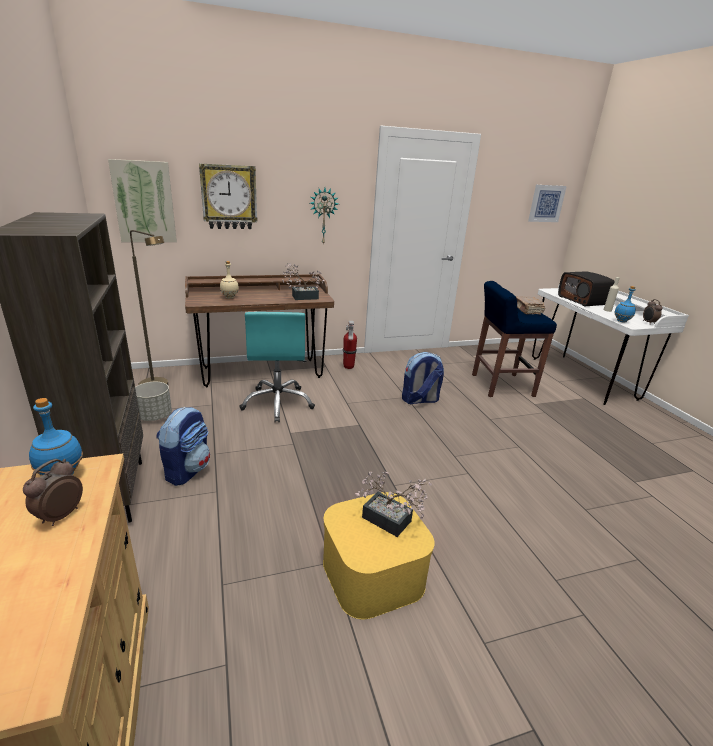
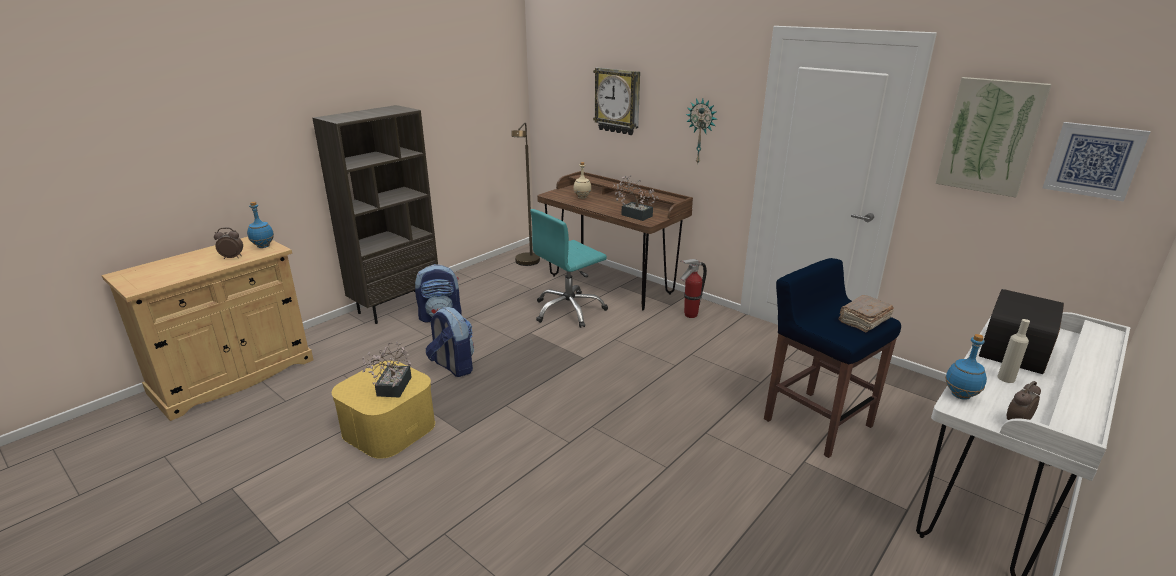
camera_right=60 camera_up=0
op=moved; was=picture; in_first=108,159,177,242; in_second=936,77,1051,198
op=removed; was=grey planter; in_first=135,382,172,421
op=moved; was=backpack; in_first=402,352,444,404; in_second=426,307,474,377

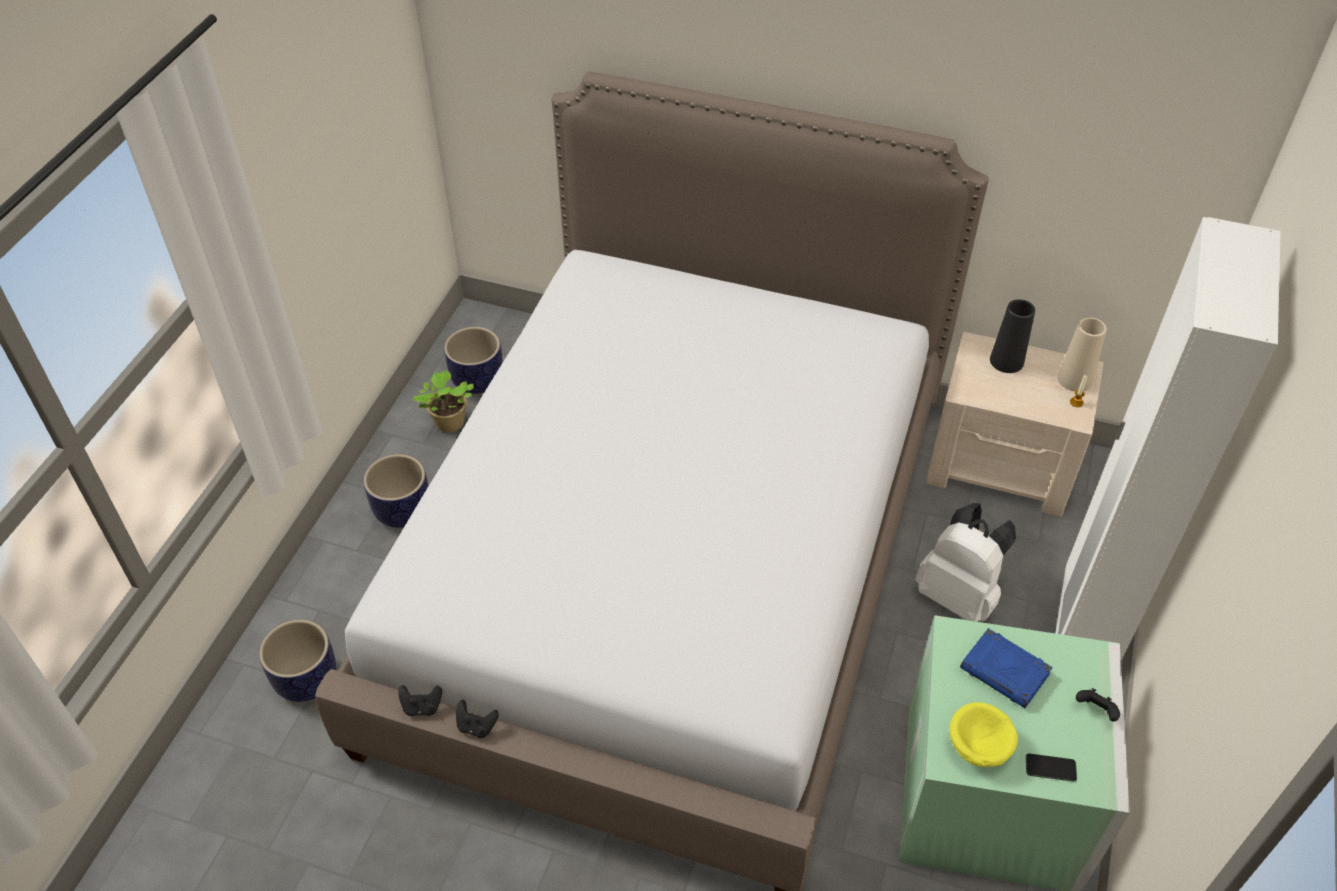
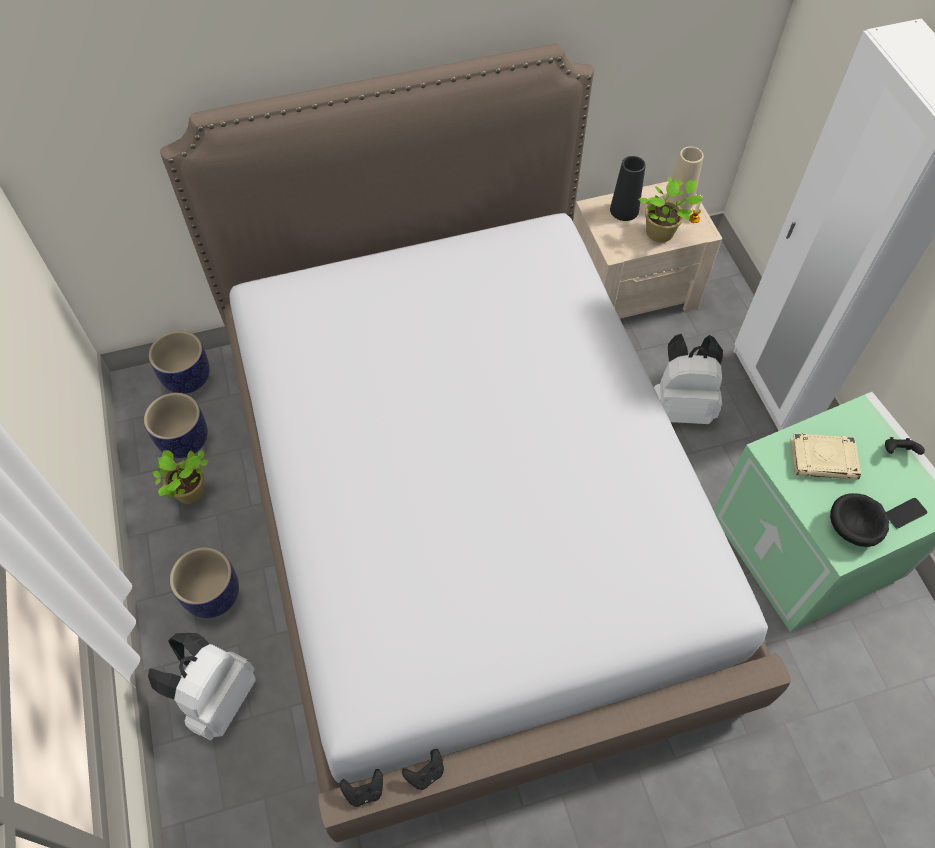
camera_right=-35 camera_up=10
op=moved; was=planter; in_first=259,620,336,702; in_second=149,331,210,394
op=moved; was=black game controller; in_first=456,700,499,738; in_second=340,769,383,807
op=recoloured; was=yellow bowl; now=black bowl; in_first=950,702,1018,767; in_second=830,493,889,547
op=recoloured; was=blue book; now=beige book; in_first=960,628,1053,708; in_second=790,433,861,480
op=added; now=white backpack; in_second=148,633,256,740
op=added; now=potted plant; in_second=638,177,703,243

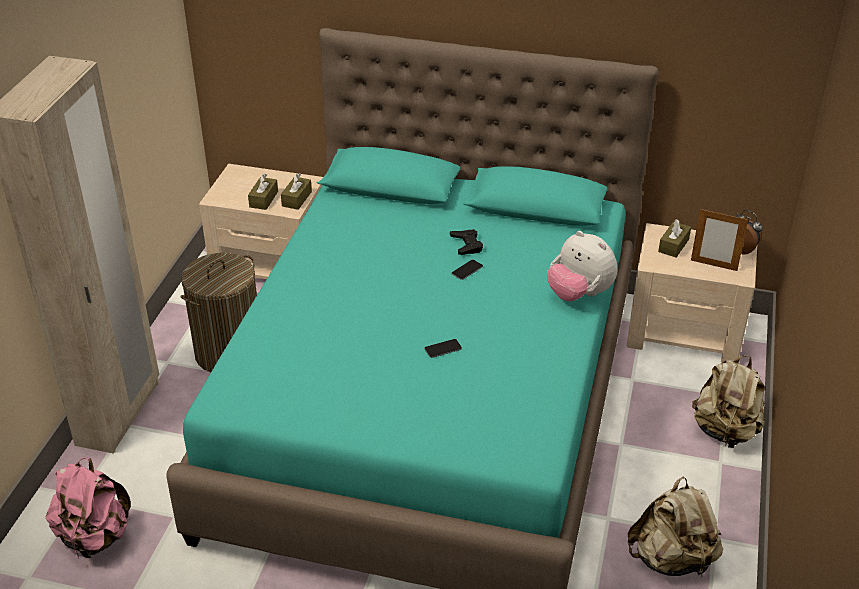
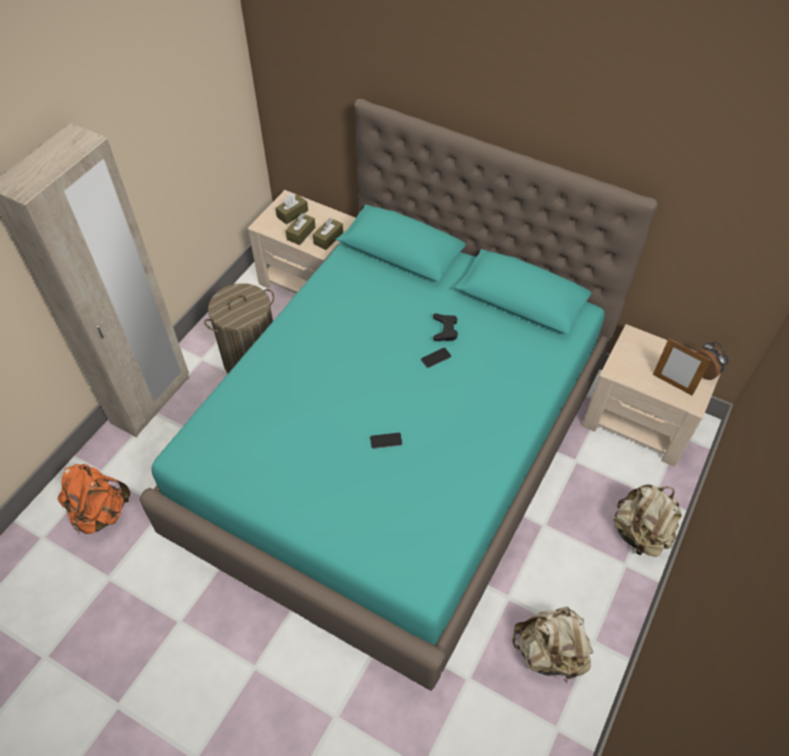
camera_right=15 camera_up=15
op=recoloured; was=pink backpack; now=orange backpack; in_first=46,457,131,558; in_second=58,464,130,534
op=removed; was=plush toy; in_first=547,231,617,301
op=moved; was=brown tissue box; in_first=658,219,691,257; in_second=275,193,308,225

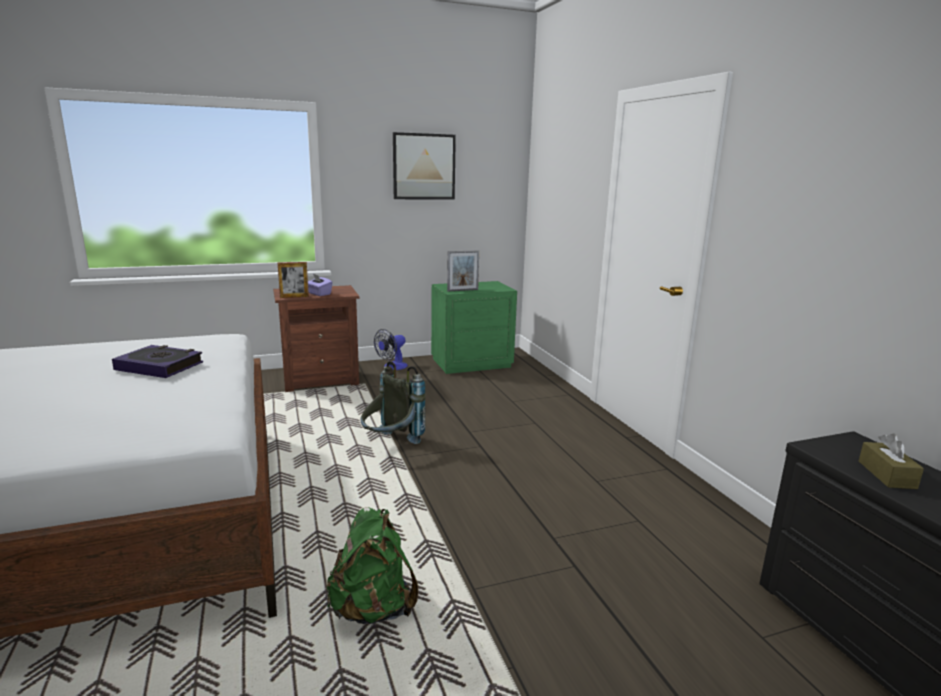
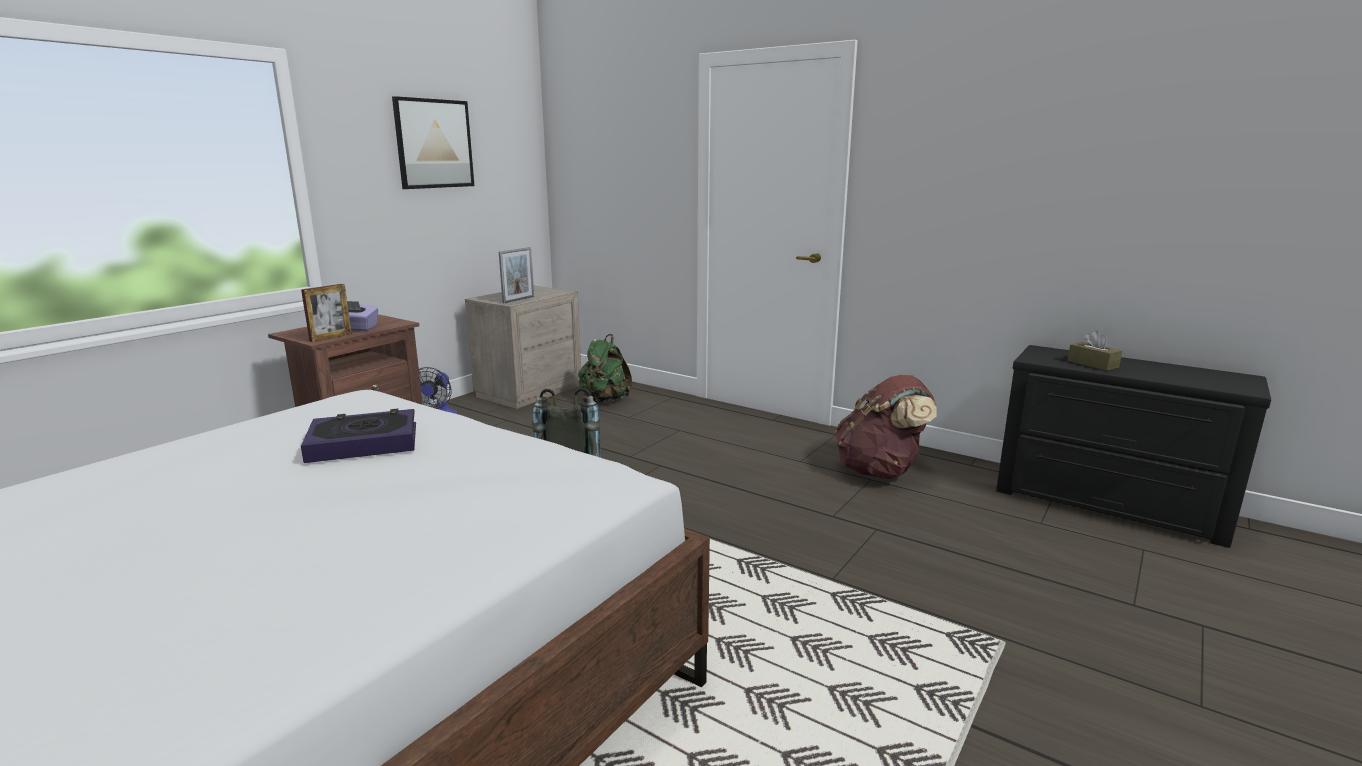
camera_right=-35 camera_up=0
op=moved; was=green backpack; in_first=327,507,418,624; in_second=578,334,632,403
op=recoloured; was=green nightstand; now=beige nightstand; in_first=431,281,517,374; in_second=465,286,581,409
op=added; now=brown backpack; in_second=835,375,937,479

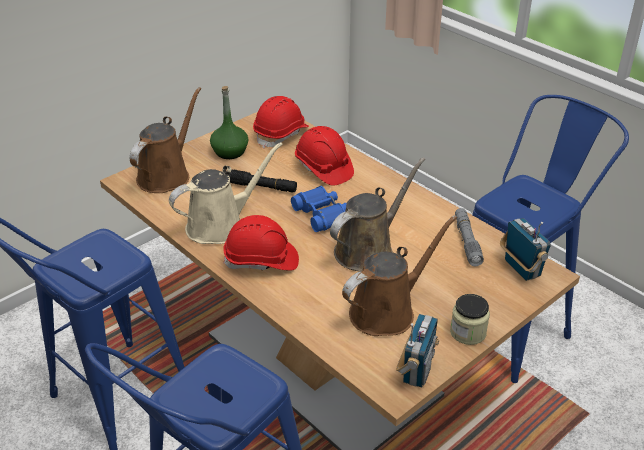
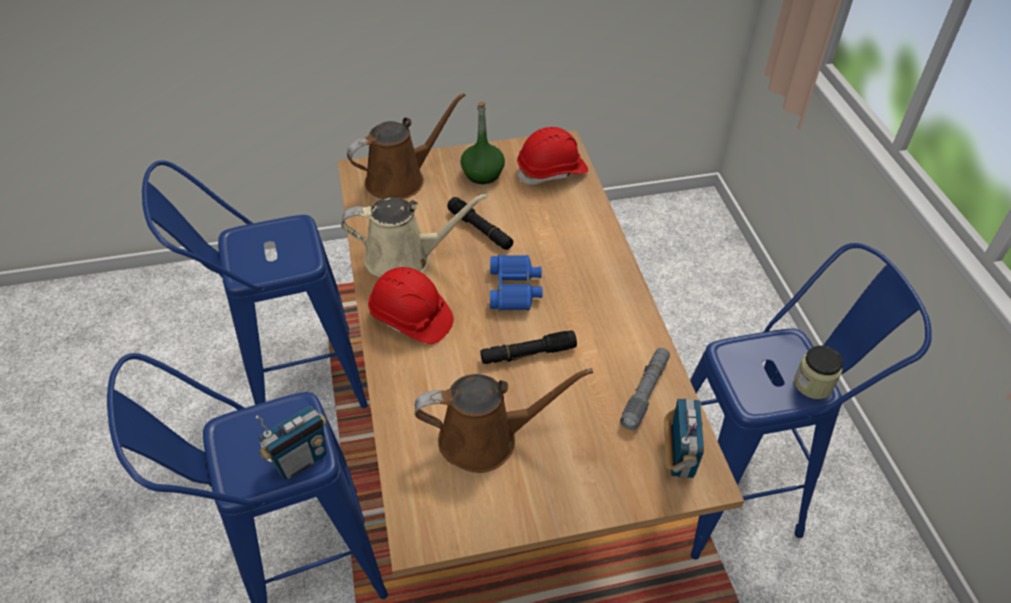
camera_right=30 camera_up=10
op=removed; was=red hard hat; in_first=295,126,354,185
op=replaced; was=brown watering can; now=black flashlight; in_first=330,158,425,271; in_second=480,330,577,364
op=moved; was=radio; in_first=396,314,439,387; in_second=256,406,327,480
op=moved; was=jar; in_first=450,294,490,345; in_second=794,345,843,399

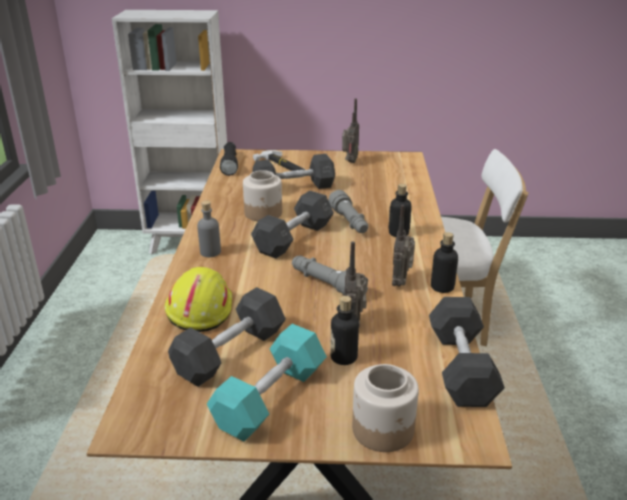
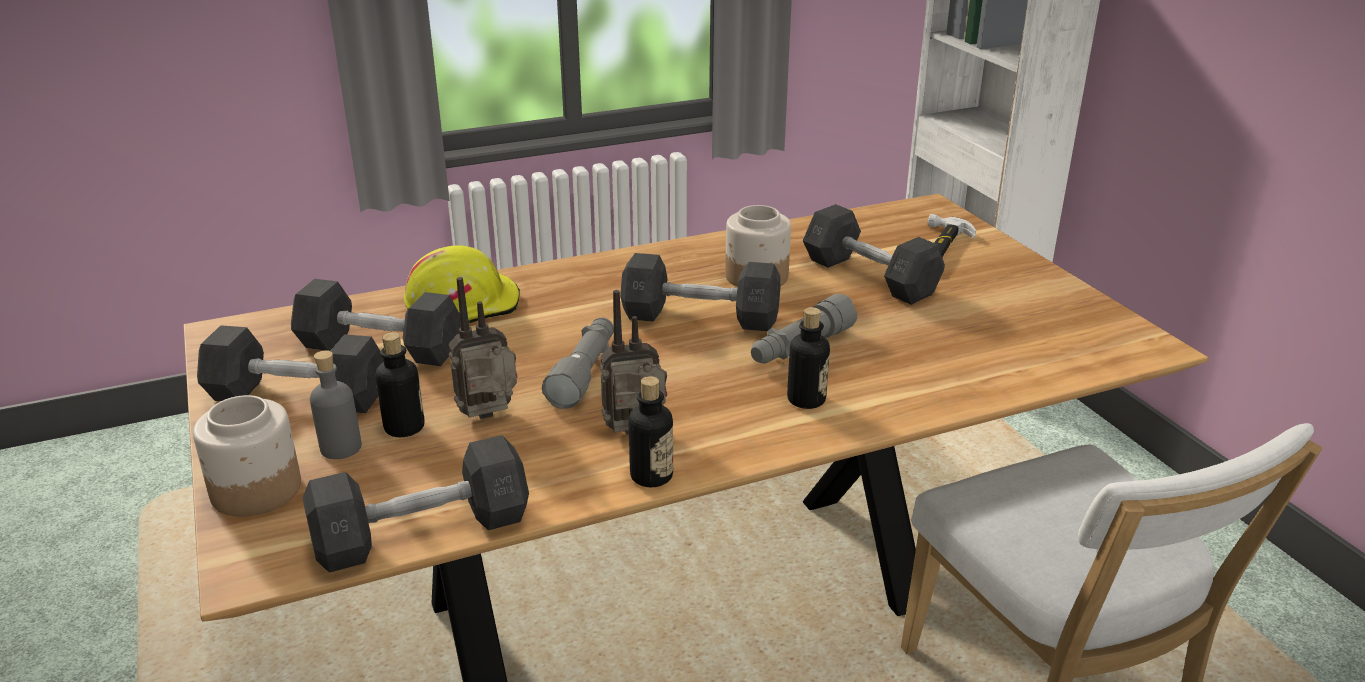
camera_right=65 camera_up=0
op=moved; was=grey bottle; in_first=197,201,221,257; in_second=310,350,362,459
op=recoloured; was=turquoise dumbbell; now=grey dumbbell; in_first=207,324,327,441; in_second=197,325,384,413
op=removed; was=black flashlight; in_first=220,142,238,176
op=removed; was=radio; in_first=342,98,359,163

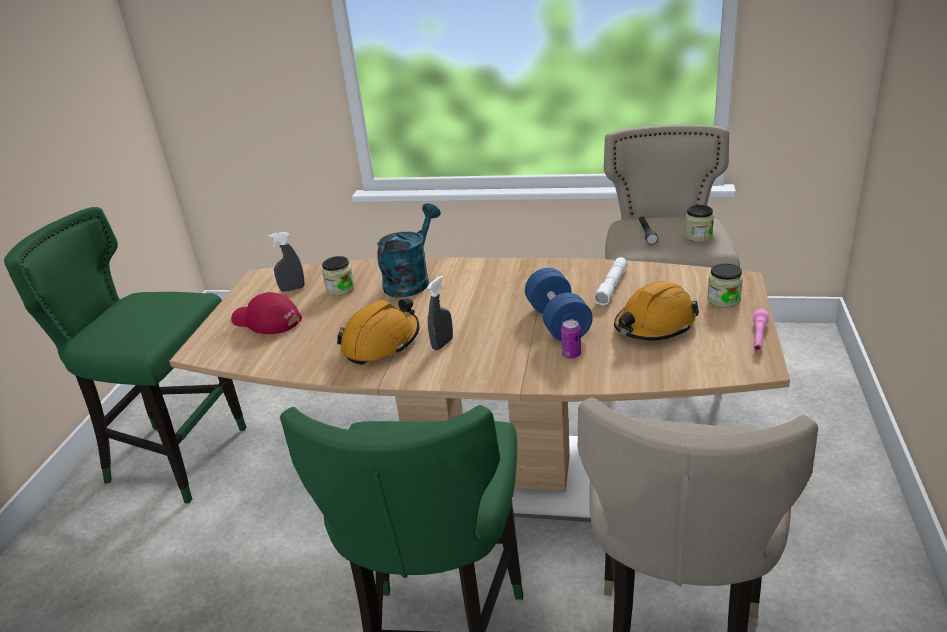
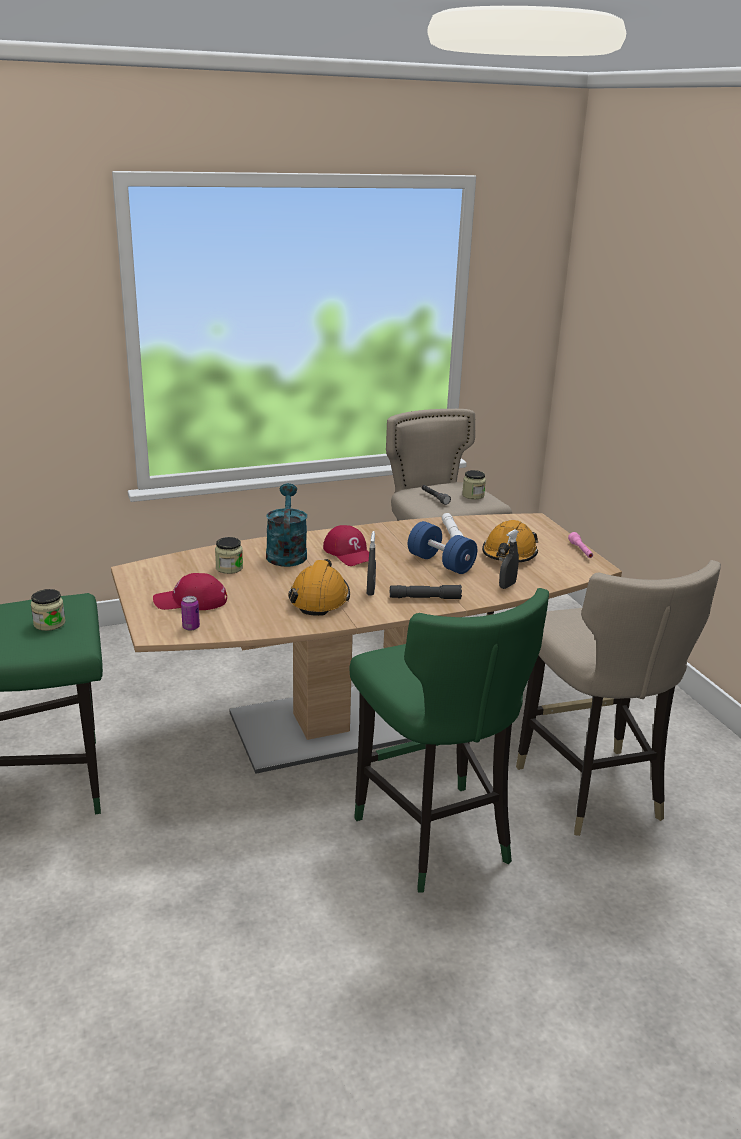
camera_right=-35 camera_up=-5
op=moved; was=grey spray bottle; in_first=269,232,305,292; in_second=499,529,519,589
op=moved; was=can; in_first=561,320,581,359; in_second=181,596,200,631
op=moved; was=jar; in_first=707,263,743,308; in_second=31,589,65,631
op=added; now=red cap; in_second=323,525,369,566
op=added; now=grey flashlight; in_second=390,585,462,599

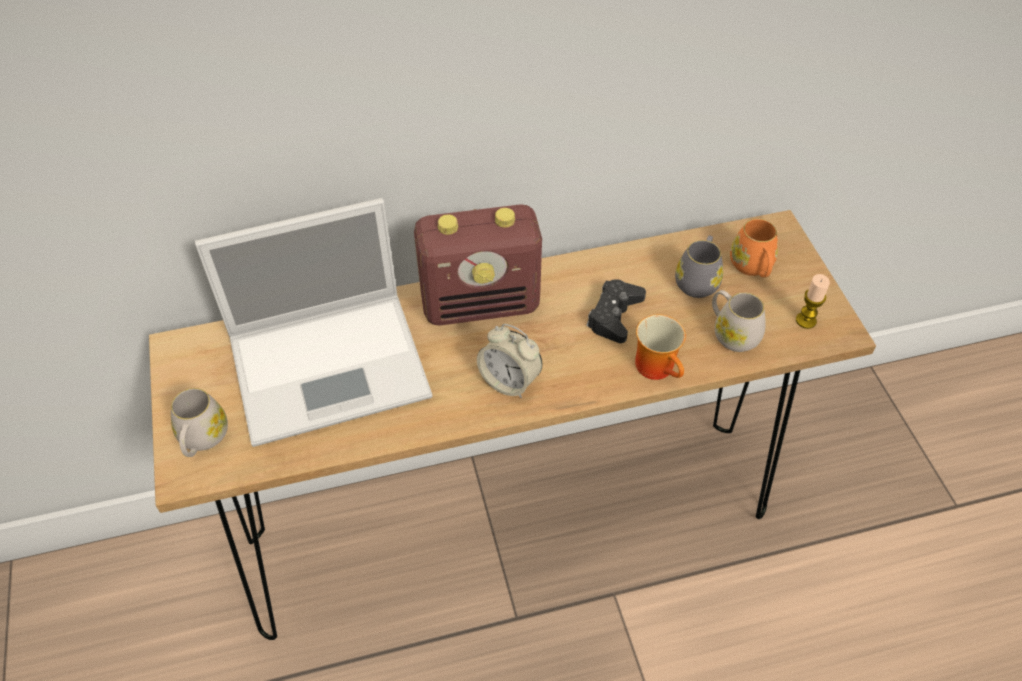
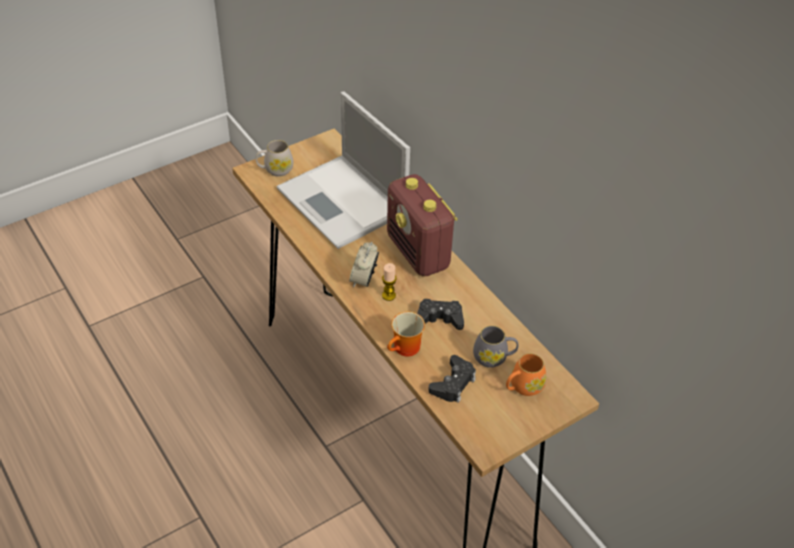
camera_right=70 camera_up=-5
op=replaced; was=white mug; now=black game controller; in_first=712,290,765,352; in_second=428,355,476,403
op=moved; was=candle; in_first=796,274,830,329; in_second=382,263,397,301

